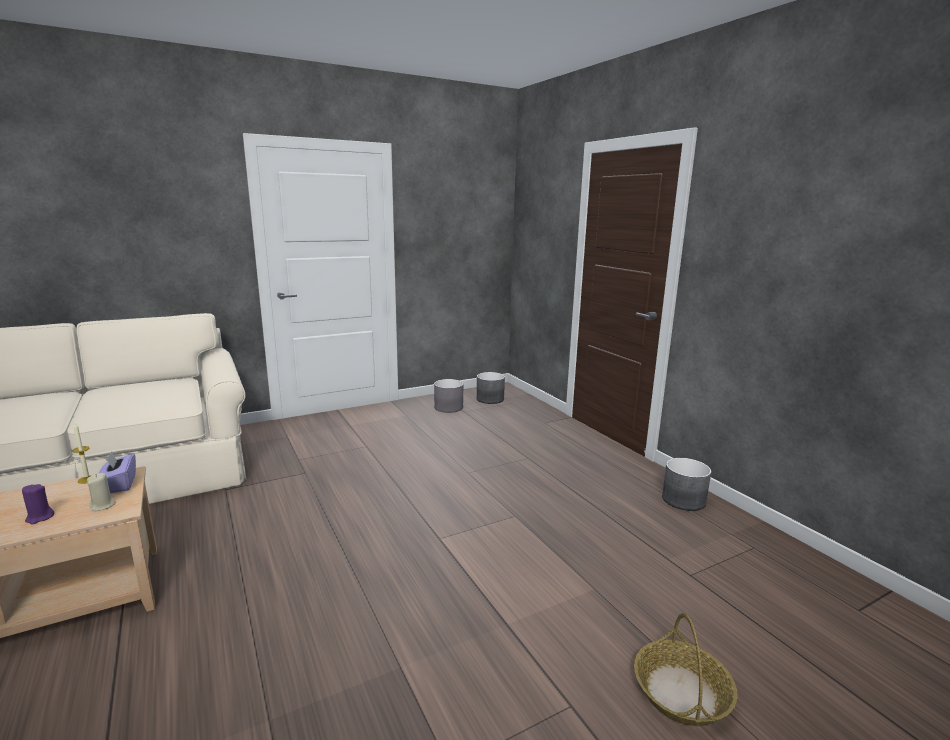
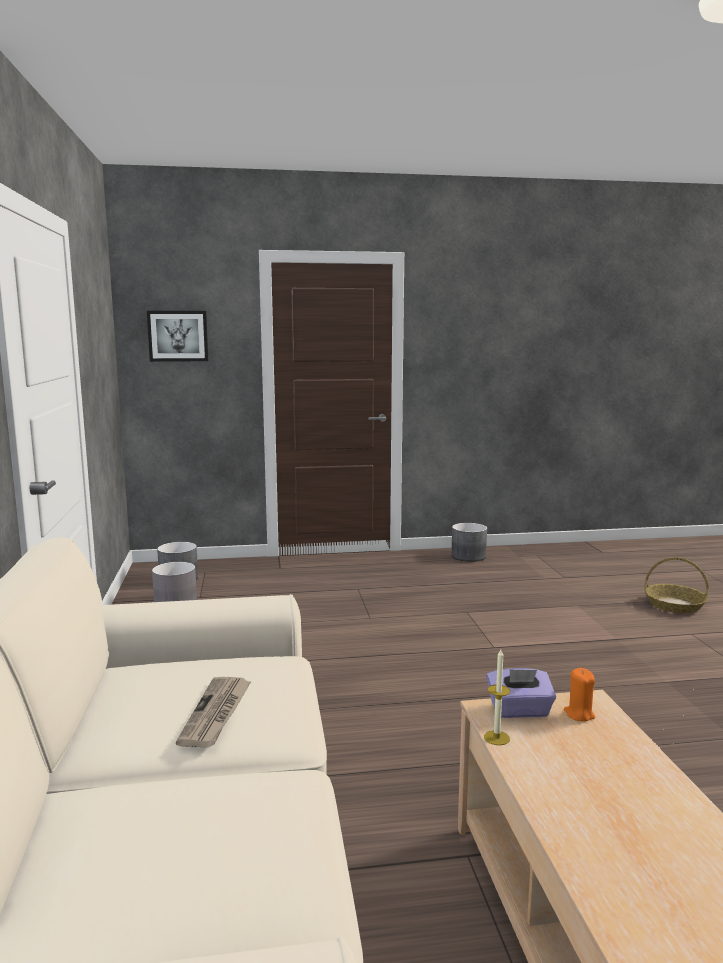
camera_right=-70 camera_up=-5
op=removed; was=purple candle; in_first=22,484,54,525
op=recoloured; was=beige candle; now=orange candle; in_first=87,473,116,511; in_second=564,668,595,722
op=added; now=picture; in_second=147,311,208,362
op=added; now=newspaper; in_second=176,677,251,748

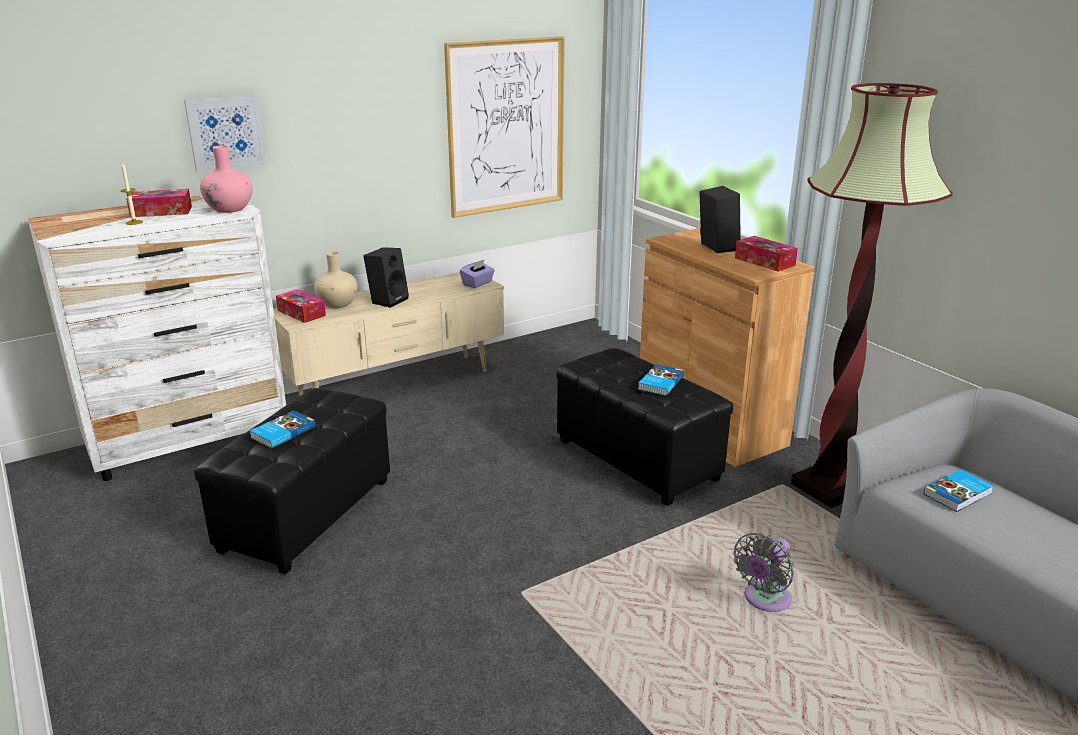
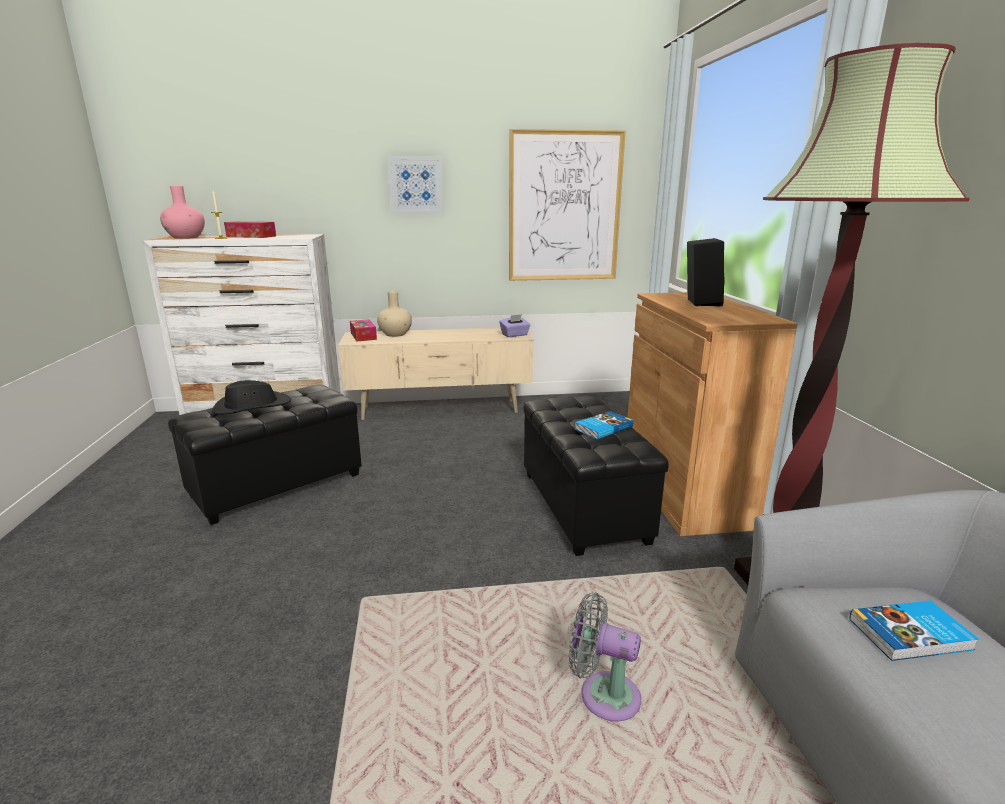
camera_right=25 camera_up=-5
op=moved; was=picture; in_first=184,94,266,173; in_second=388,156,443,213
op=moved; was=pink vase; in_first=200,145,253,213; in_second=160,186,205,239
op=replaced; was=book; now=black hat; in_first=250,410,316,448; in_second=212,380,291,415
op=removed; was=black speaker; in_first=363,247,409,308
op=turned; was=grey fan; in_first=733,532,794,612; in_second=569,593,641,721; clockwise=45
op=removed; was=tissue box; in_first=735,236,798,272

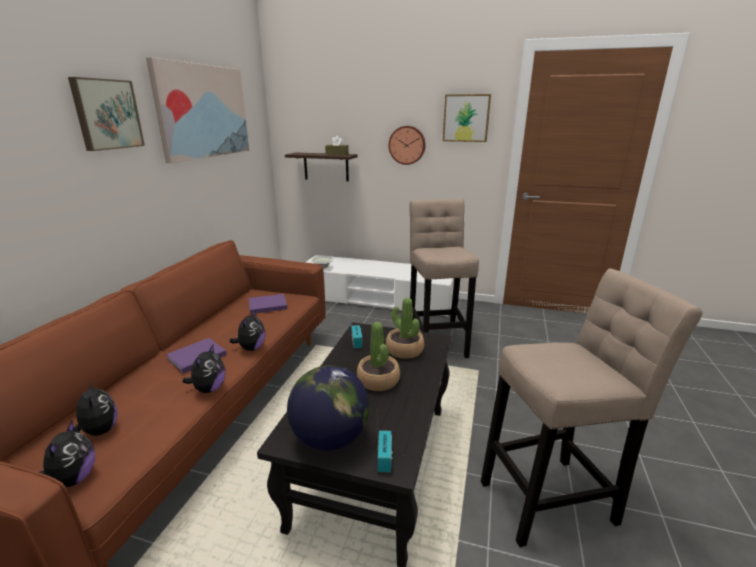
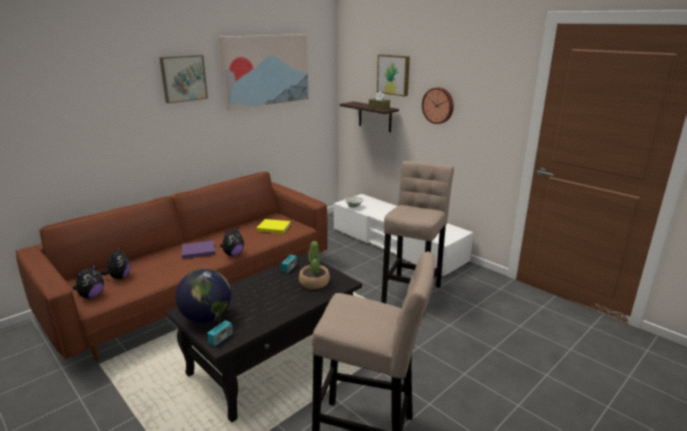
camera_right=30 camera_up=0
op=removed; was=plush toy; in_first=183,345,225,393
op=recoloured; was=purple book; now=yellow book; in_first=249,294,287,314; in_second=256,219,291,234
op=removed; was=potted plant; in_first=357,322,400,391
op=moved; was=picture; in_first=443,94,491,142; in_second=377,55,410,96

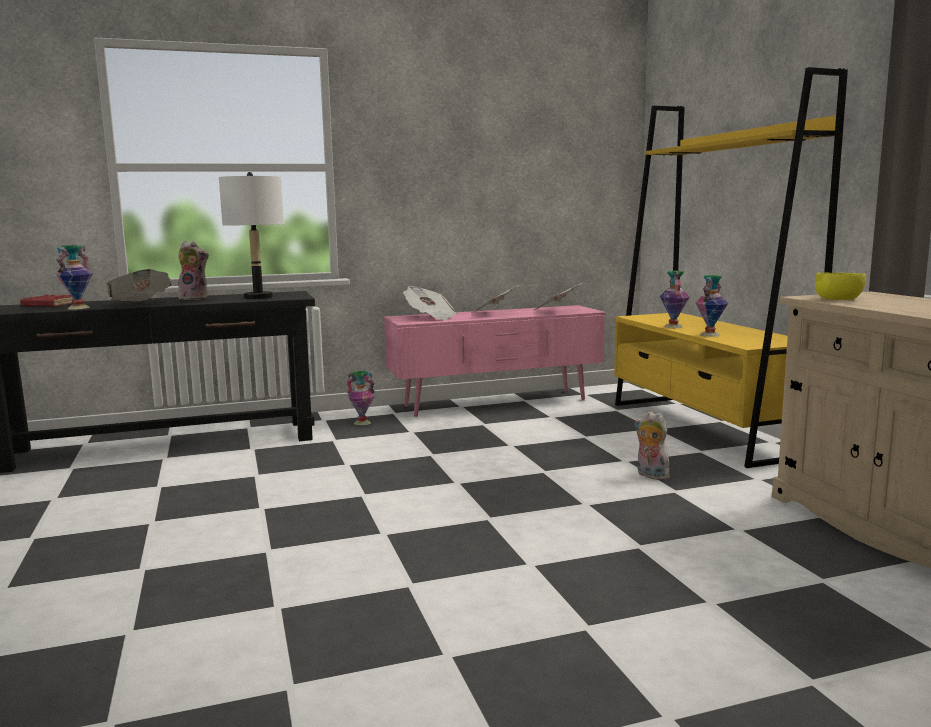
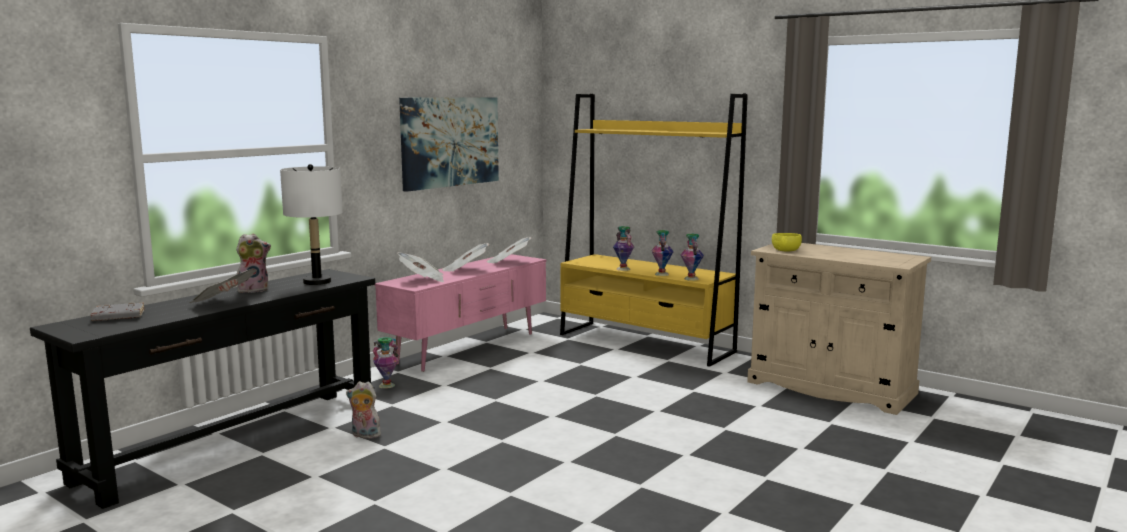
camera_right=-35 camera_up=0
op=recoloured; was=red book; now=grey book; in_first=20,294,74,307; in_second=91,302,145,321
op=moved; was=vase; in_first=56,245,93,310; in_second=680,234,704,281
op=moved; was=plush toy; in_first=635,411,670,480; in_second=346,381,381,439
op=added; now=picture; in_second=399,97,499,192

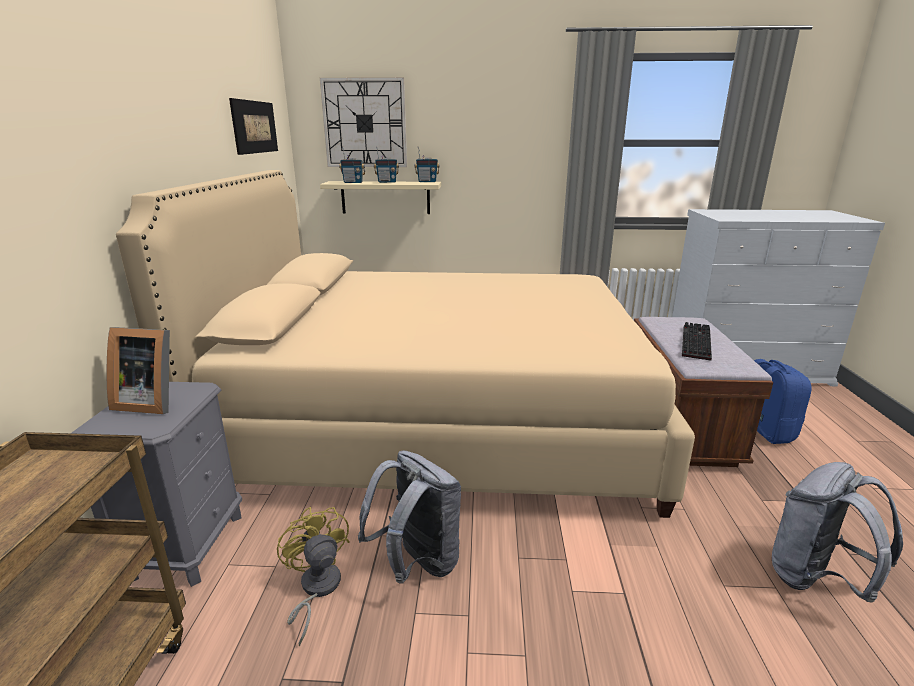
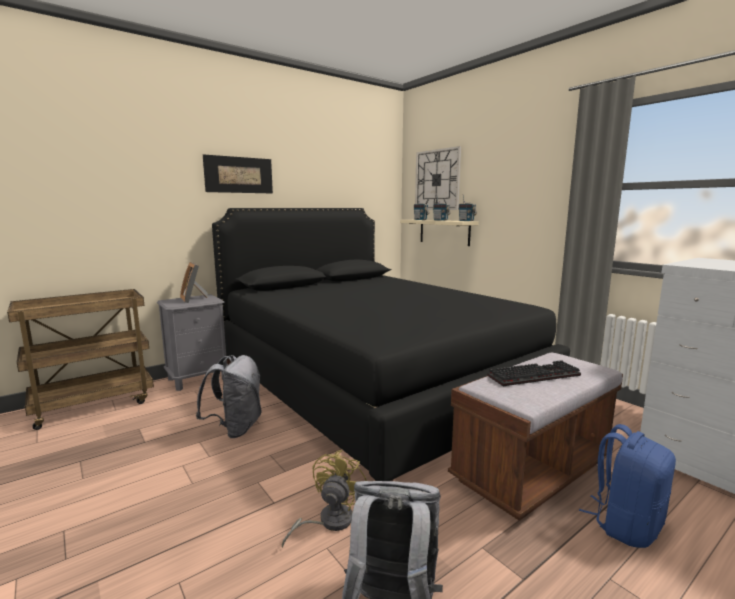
camera_right=50 camera_up=-10
op=recoloured; was=beige bed; now=black bed; in_first=116,170,695,518; in_second=212,208,570,481
op=moved; was=picture; in_first=229,98,278,155; in_second=203,154,273,193
op=moved; was=yellow fan; in_first=277,507,350,646; in_second=282,450,367,548

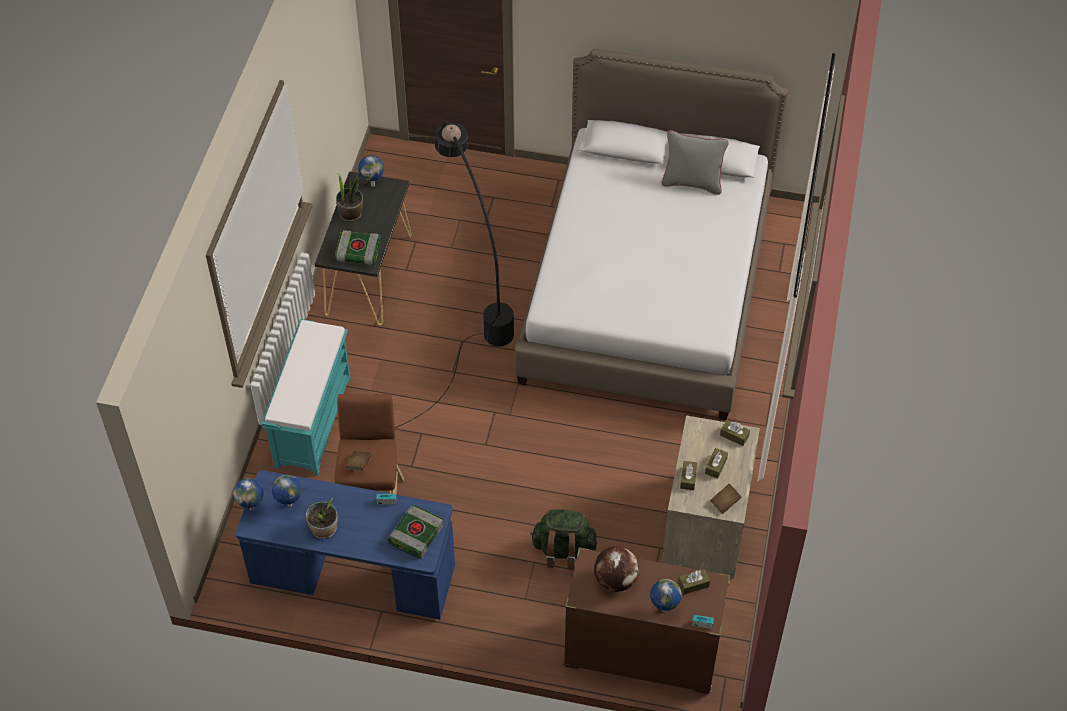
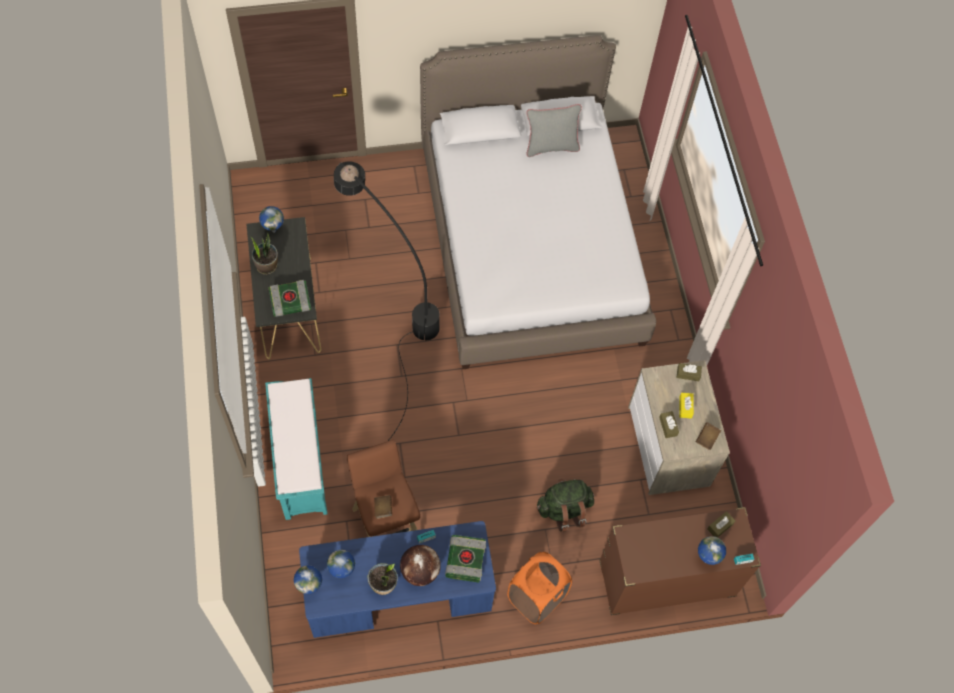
camera_right=-25 camera_up=10
op=moved; was=globe; in_first=594,546,639,592; in_second=400,545,441,586
op=recoloured; was=brown tissue box; now=yellow tissue box; in_first=705,448,728,479; in_second=679,393,694,419
op=added; now=orange laundry basket; in_second=507,552,572,624

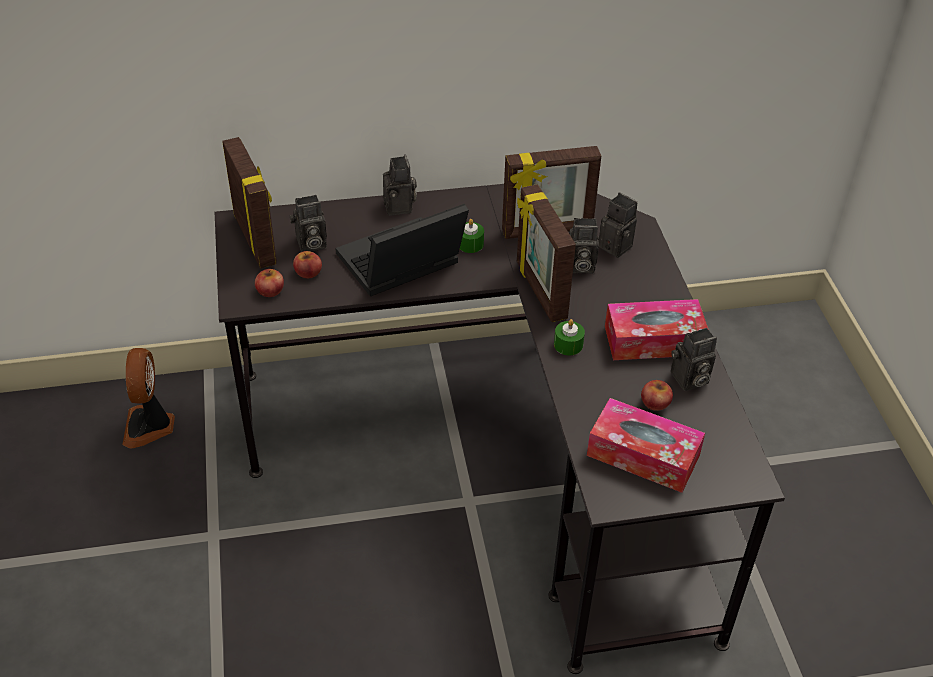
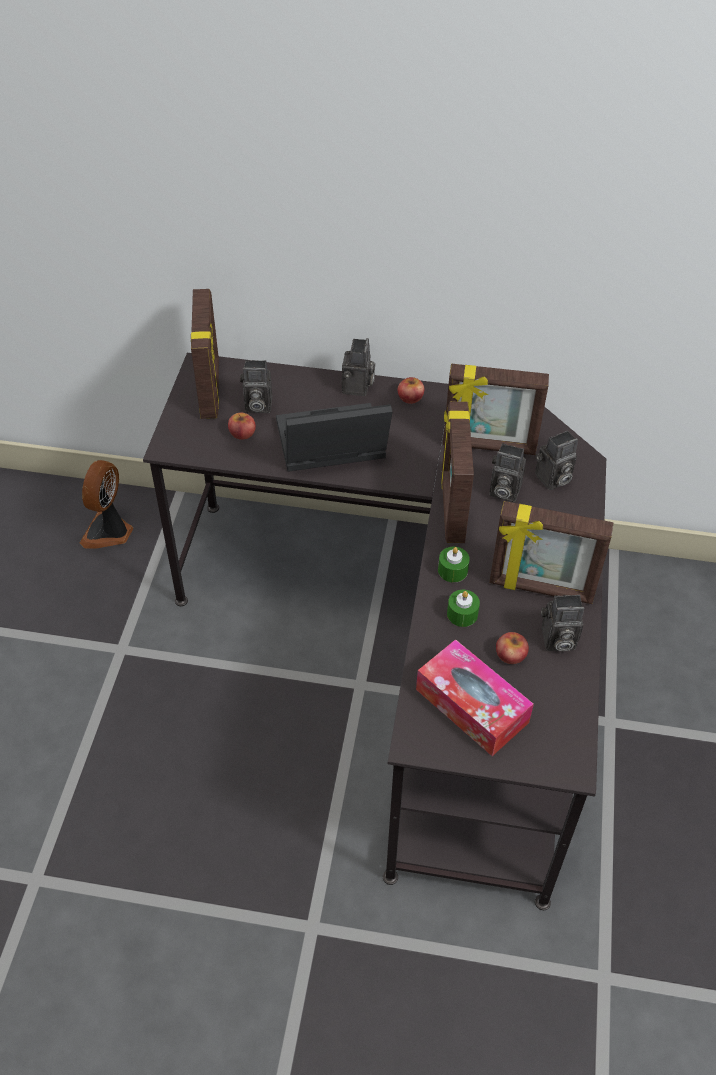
camera_right=20 camera_up=5
op=moved; was=apple; in_first=255,269,284,297; in_second=398,377,424,404
op=moved; was=green candle; in_first=460,219,484,253; in_second=447,590,480,627
op=turned; was=photo camera; in_first=598,192,637,258; in_second=535,431,578,490; clockwise=90
op=replaced; was=tissue box; now=picture frame; in_first=605,299,709,360; in_second=489,501,613,604

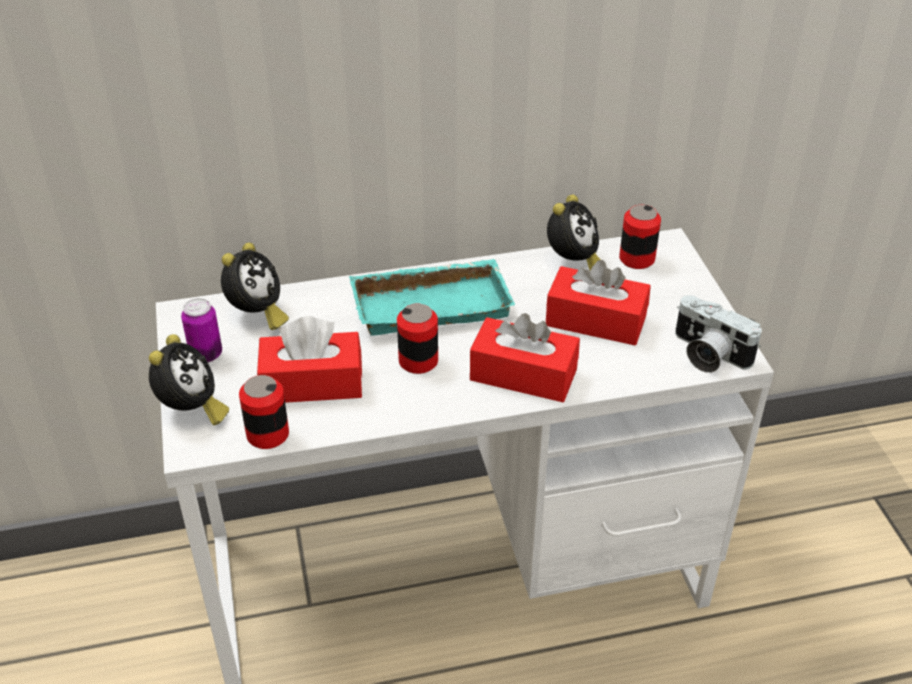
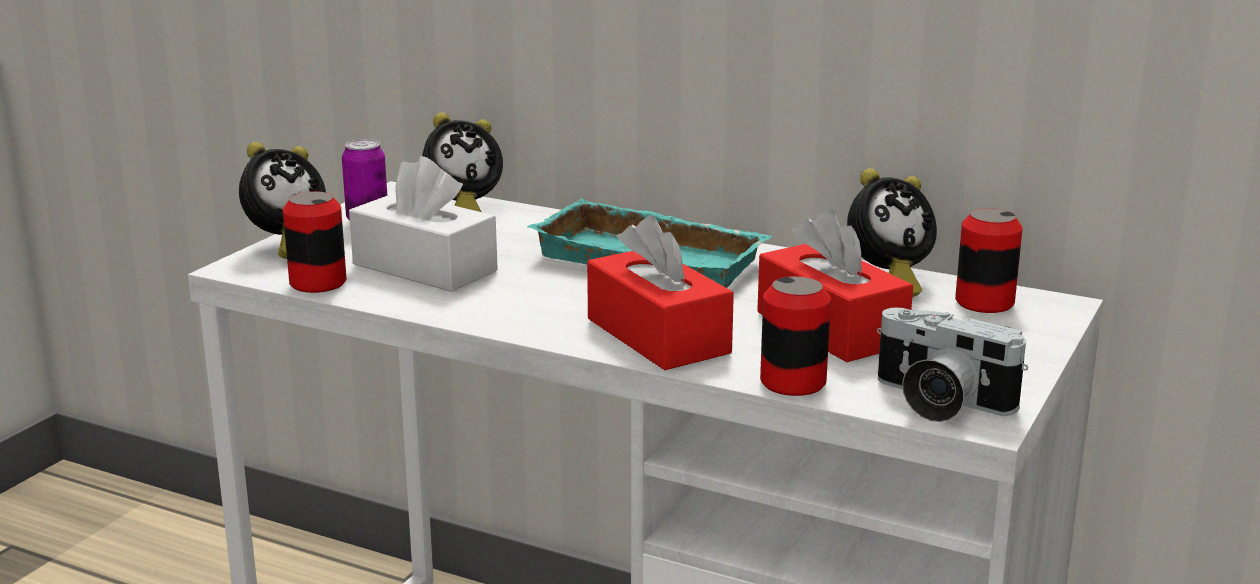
camera_right=40 camera_up=-20
op=recoloured; was=red tissue box; now=white tissue box; in_first=257,316,362,403; in_second=349,156,498,292
op=moved; was=can; in_first=397,304,438,374; in_second=760,276,831,396
op=turned; was=photo camera; in_first=675,295,762,373; in_second=877,308,1028,422; clockwise=-45

